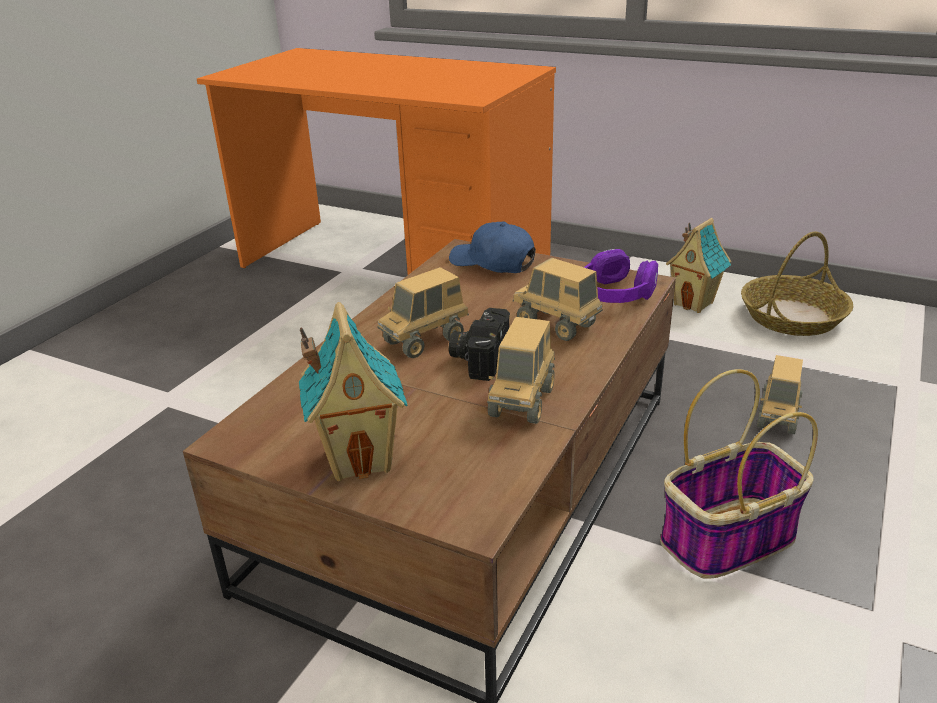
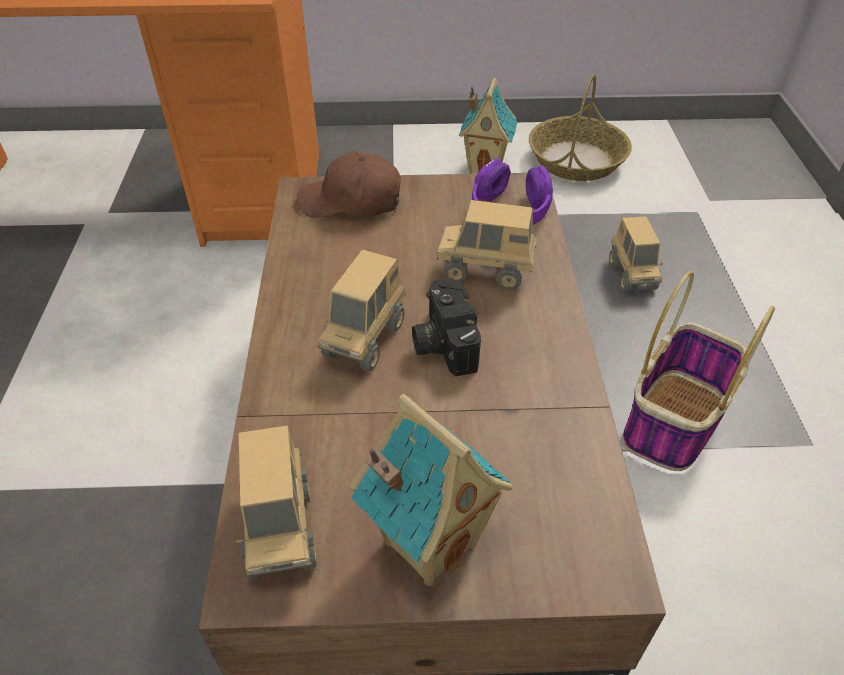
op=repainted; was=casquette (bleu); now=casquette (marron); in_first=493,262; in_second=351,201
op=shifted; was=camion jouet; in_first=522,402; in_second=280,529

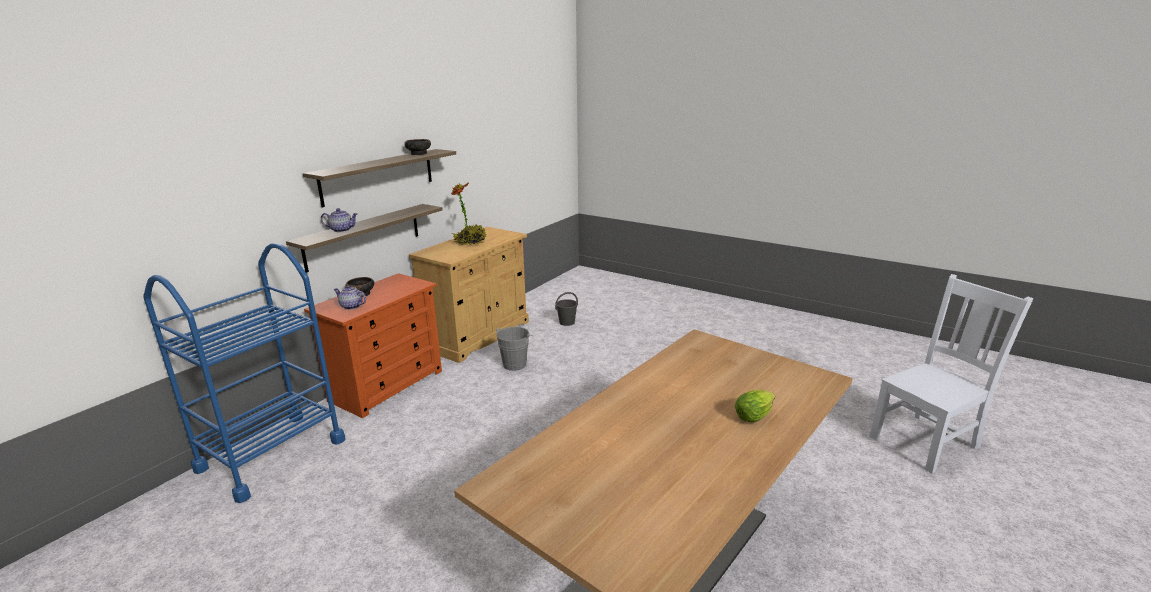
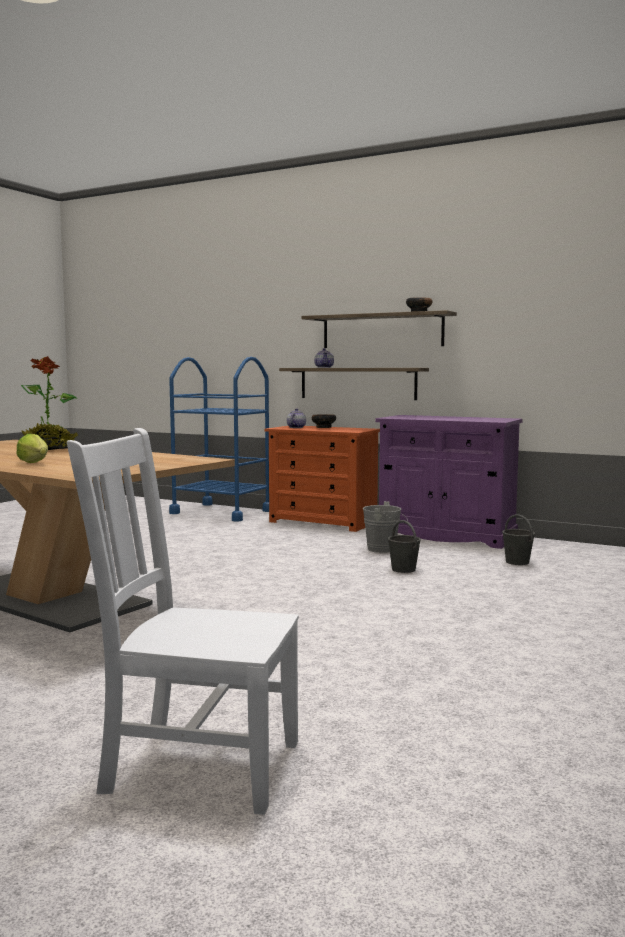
op=shifted; was=plante en pot; in_first=470,242; in_second=50,450
op=repainted; was=meuble de rangement (beige); now=meuble de rangement (violet); in_first=477,335; in_second=446,535
op=rotated; was=chaise (blanc); in_first=926,441; in_second=196,765; clockwise=135
op=new; now=seau (gris); in_second=404,569

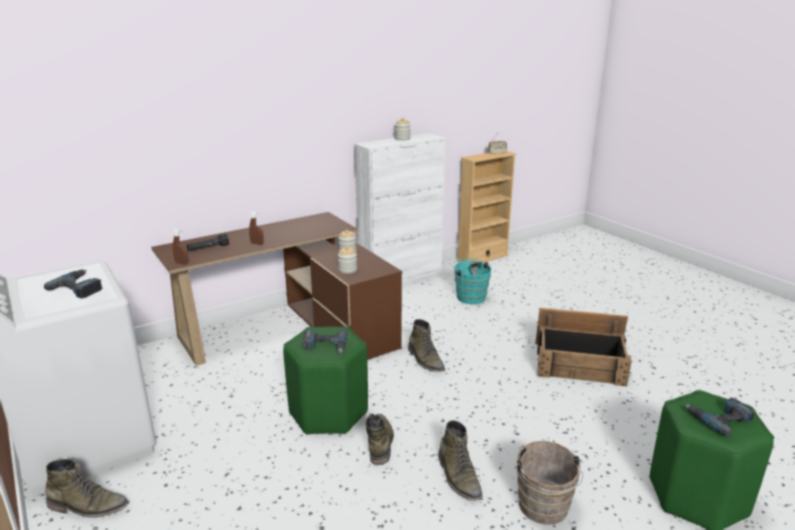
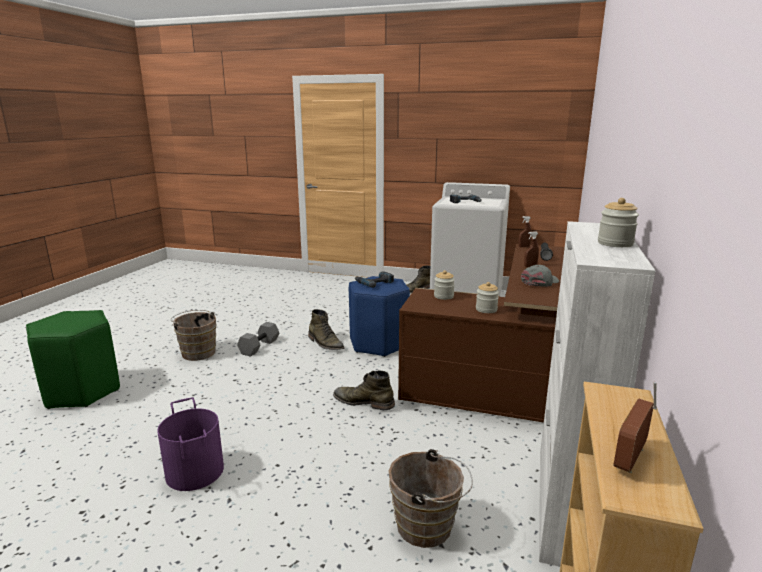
op=repainted; was=seau (turquoise); now=seau (marron); in_first=469,296; in_second=428,527
op=swapped; was=caisse; now=seau (violet); in_first=579,363; in_second=194,472
op=repainted; was=tabouret (vert); now=tabouret (bleu); in_first=327,413; in_second=379,343
op=gone; was=perceuse; in_first=719,418
op=swapped; was=botte (vert); now=haltère (gris); in_first=459,477; in_second=259,347
op=new; now=casquette (gris); in_second=540,282

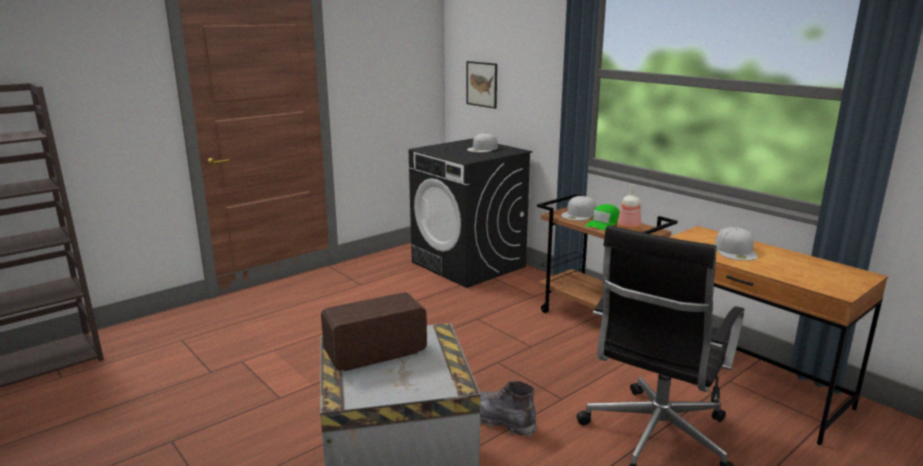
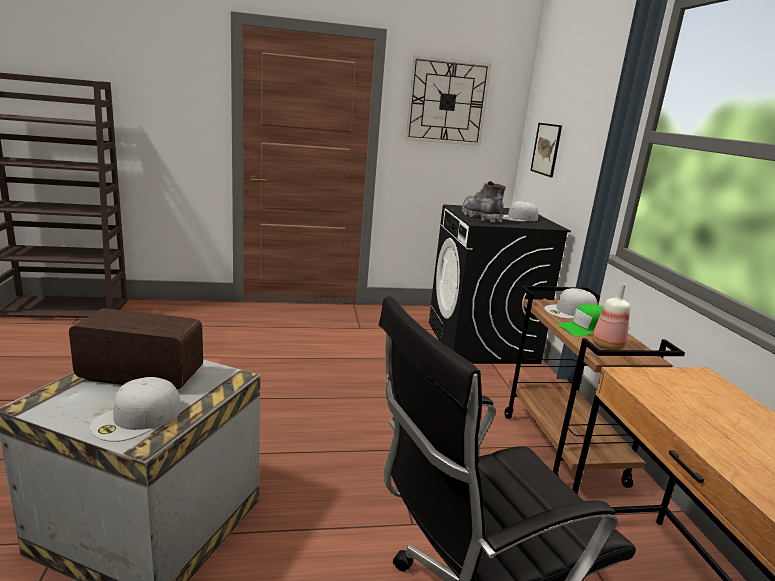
op=shifted; was=casquette (blanc); in_first=736,251; in_second=137,418
op=shifted; was=botte (gris); in_first=501,421; in_second=481,217
op=new; now=horloge murale; in_second=447,102

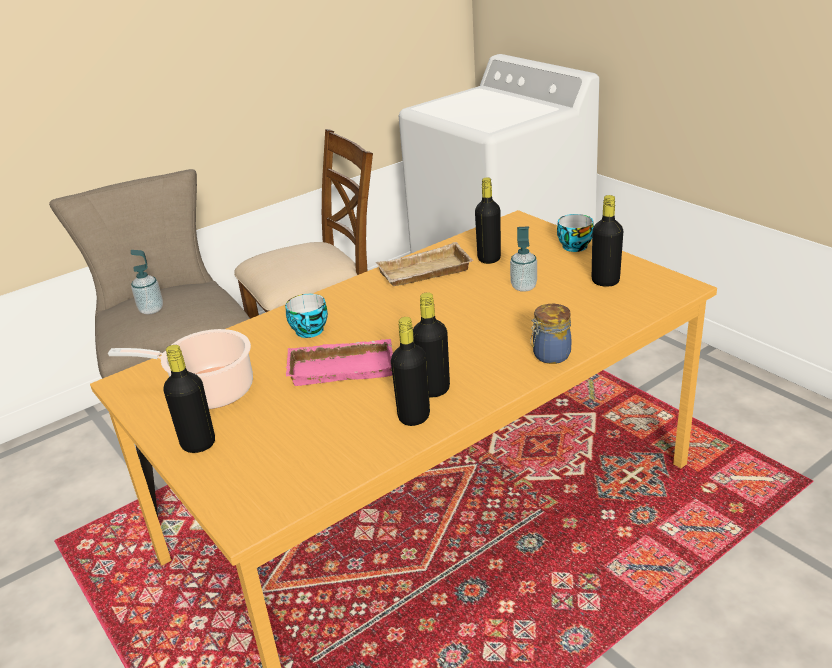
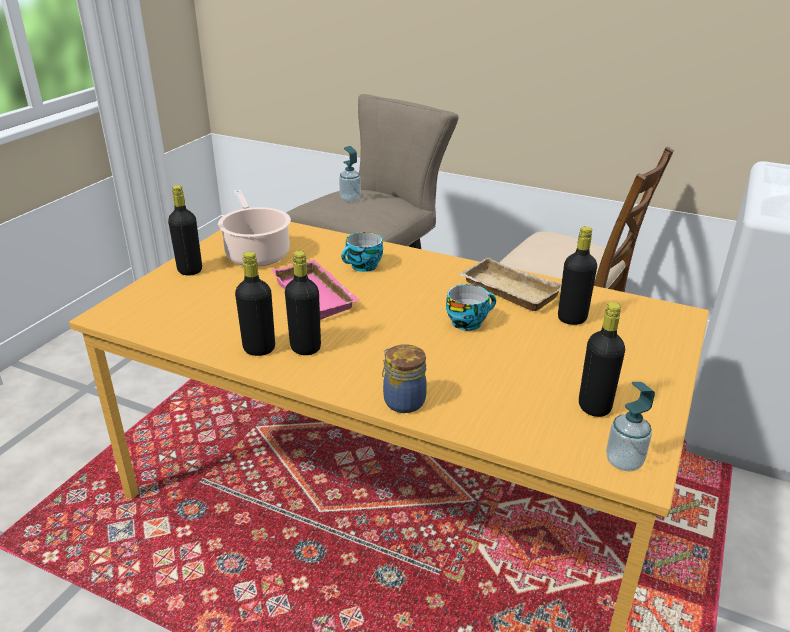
op=shifted; was=tasse; in_first=573,245; in_second=468,322
op=shifted; was=distributeur de savon; in_first=523,287; in_second=624,462

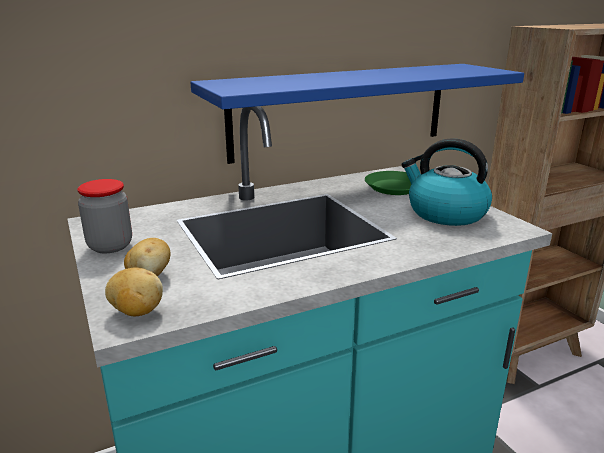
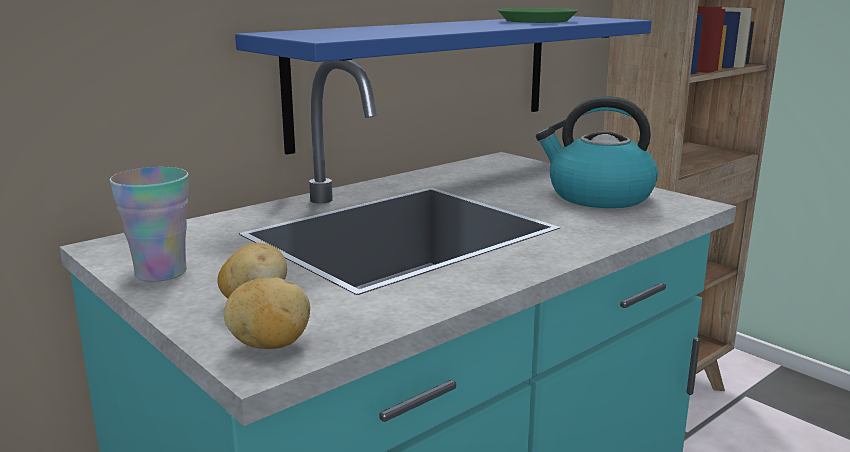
op=shifted; was=assiette (vert); in_first=394,187; in_second=536,21
op=swapped; was=bocal; now=tasse; in_first=110,246; in_second=161,273

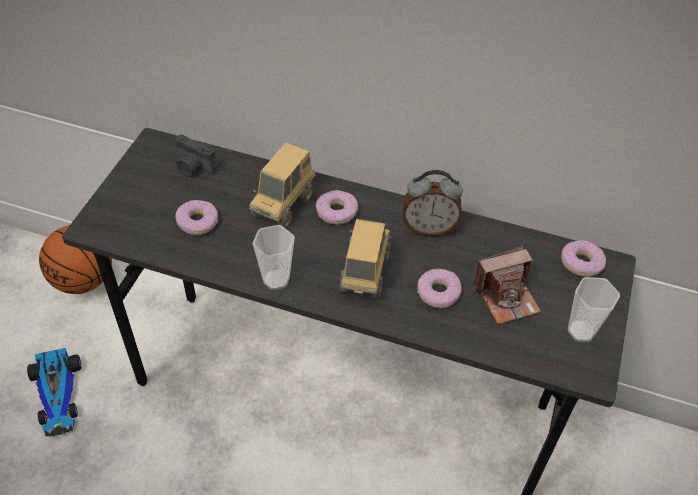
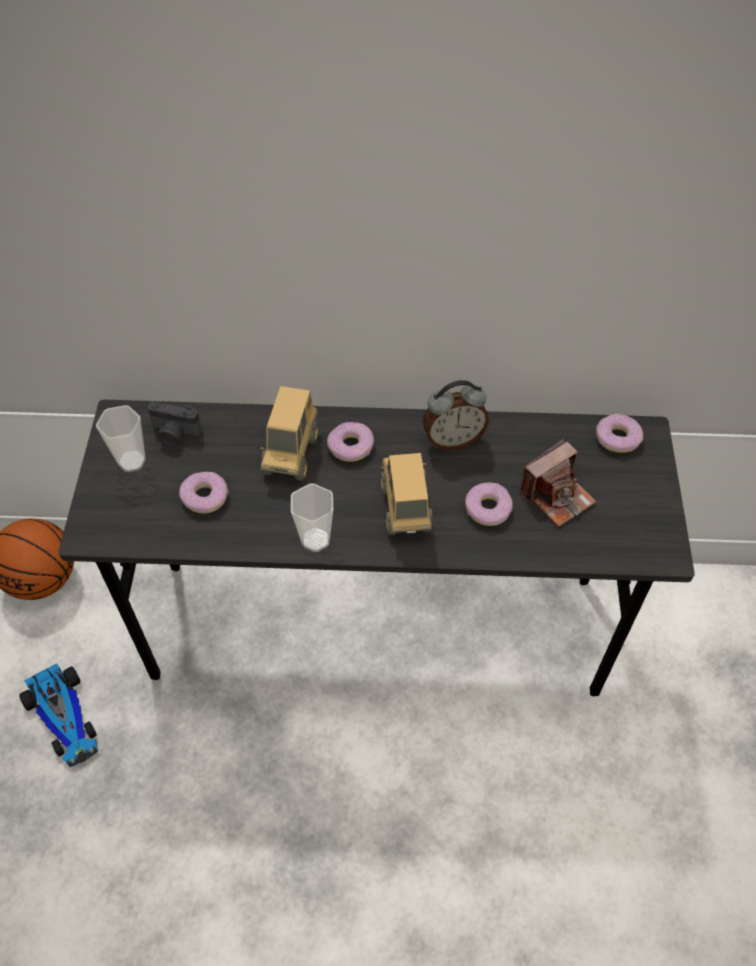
op=shifted; was=tasse; in_first=581,331; in_second=132,461

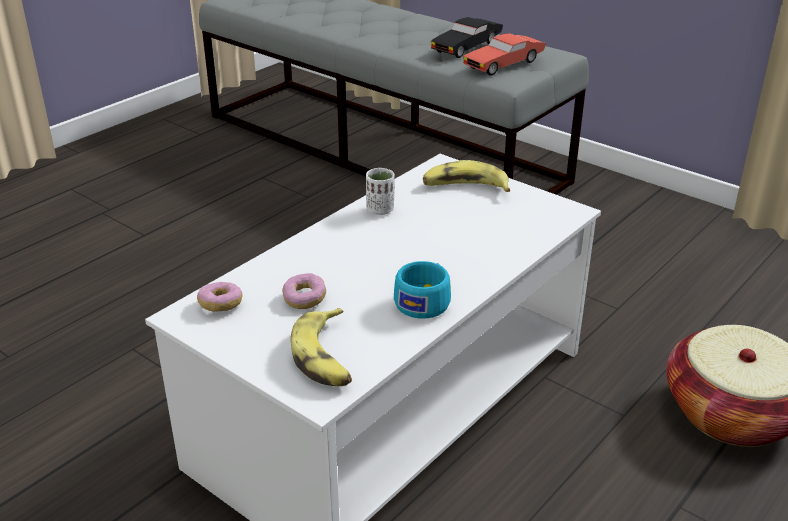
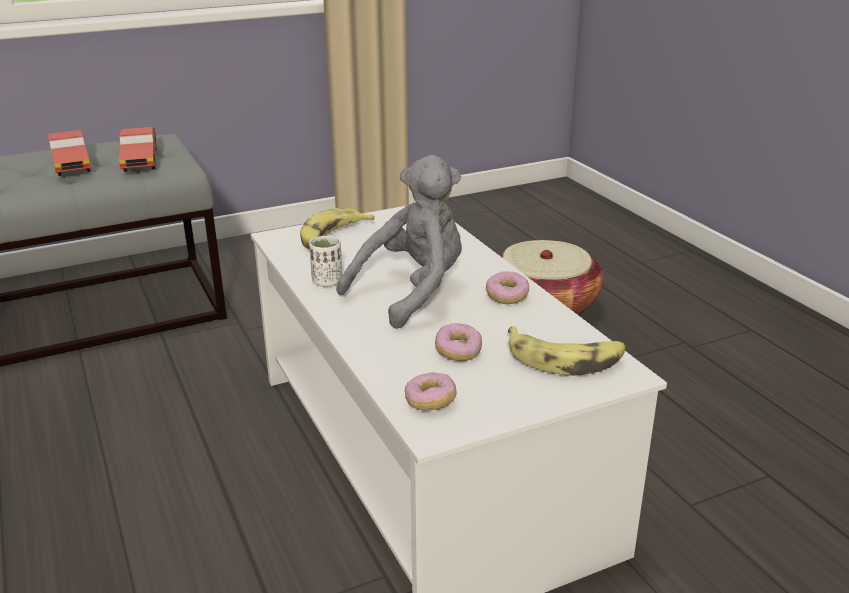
op=repainted; was=petite voiture (noir); now=petite voiture (rouge); in_first=466,47; in_second=71,163
op=swapped; was=tasse (turquoise); now=beignet; in_first=424,301; in_second=507,296
op=new; now=peluche (gris); in_second=412,292

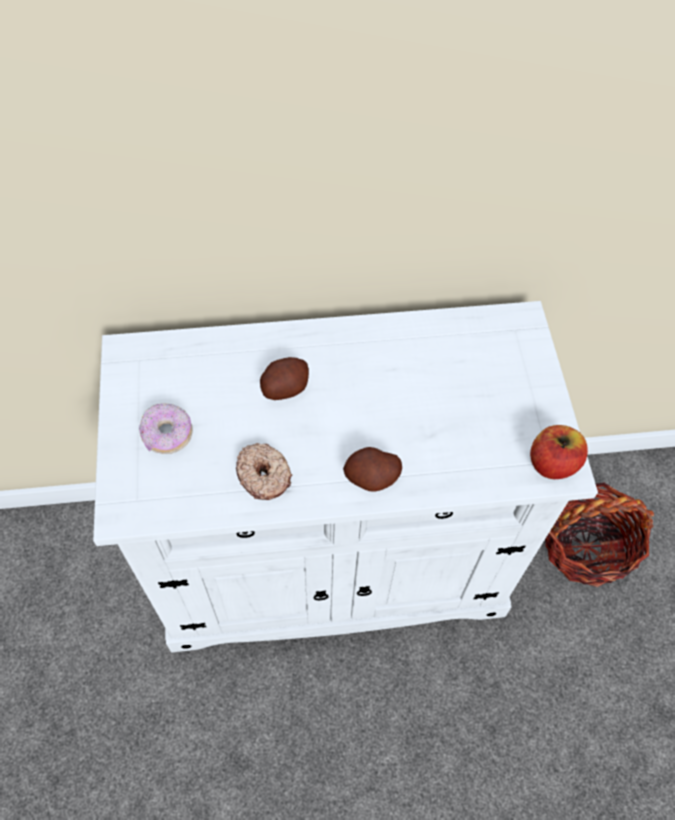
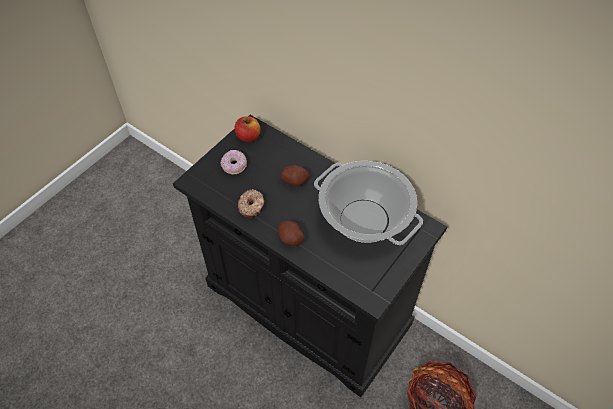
op=repainted; was=meuble de rangement (blanc); now=meuble de rangement (noir); in_first=332,560; in_second=307,305
op=shifted; was=pomme; in_first=552,463; in_second=248,136
op=new; now=marmite; in_second=365,220

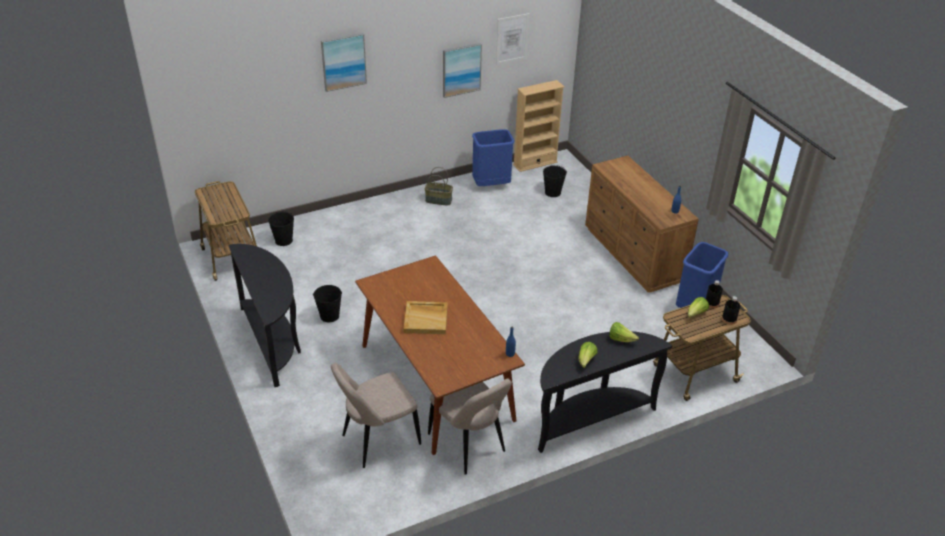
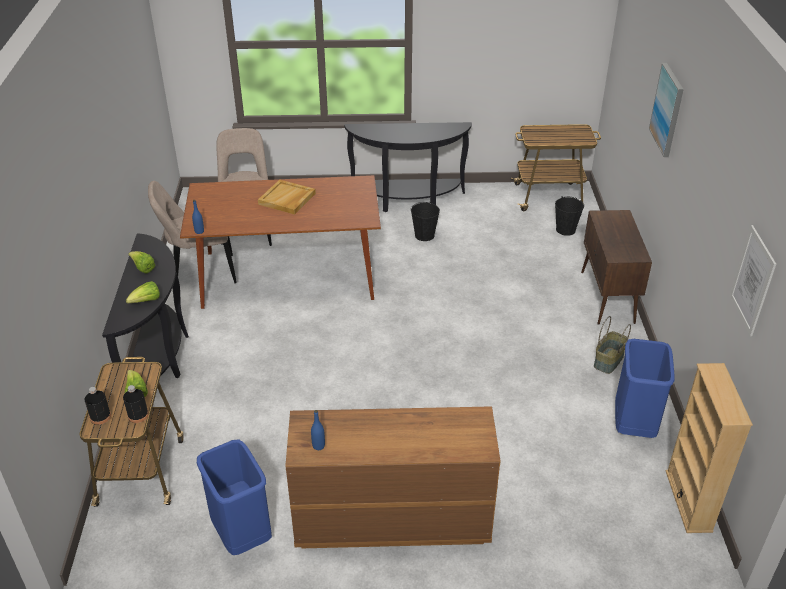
op=gone; was=tableau; in_first=461,69
op=gone; was=seau (noir); in_first=552,192
op=new; now=meuble de rangement (marron); in_second=607,298

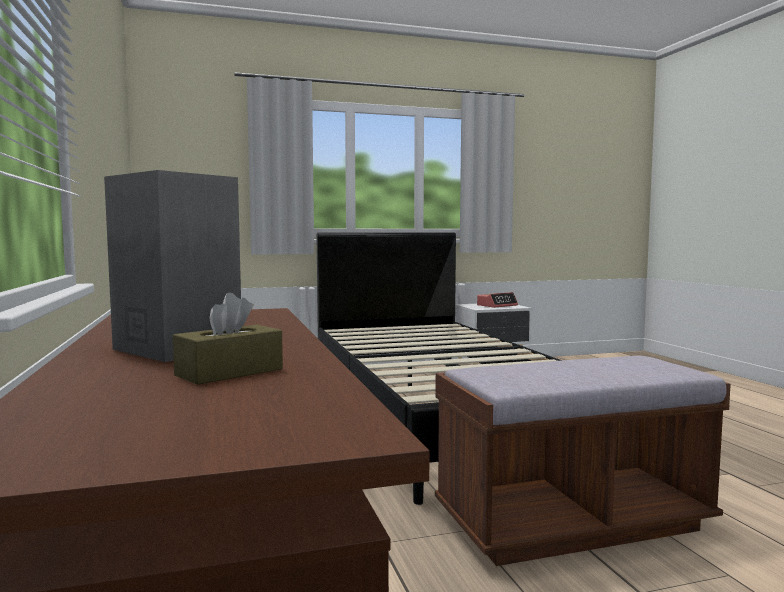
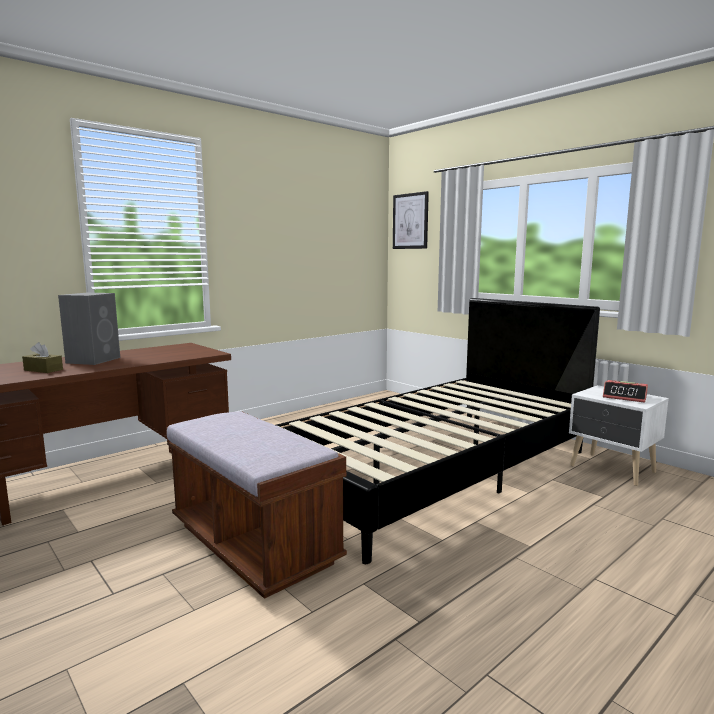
op=new; now=tableau; in_second=410,221

